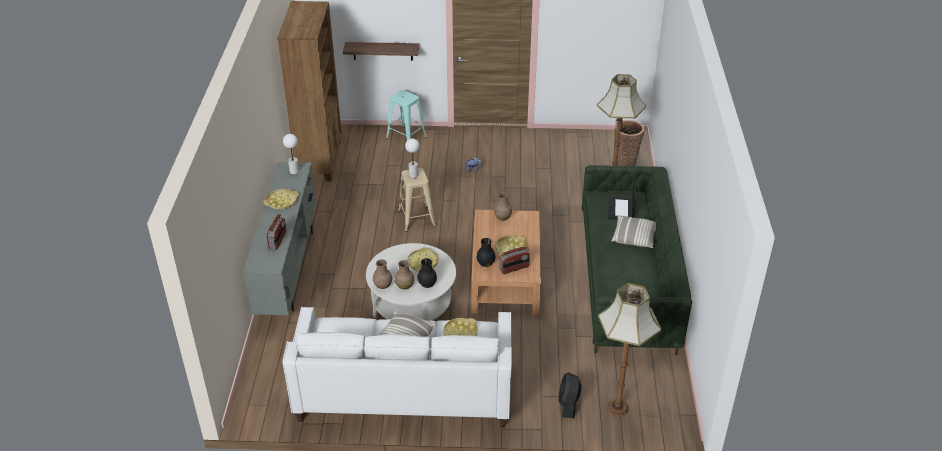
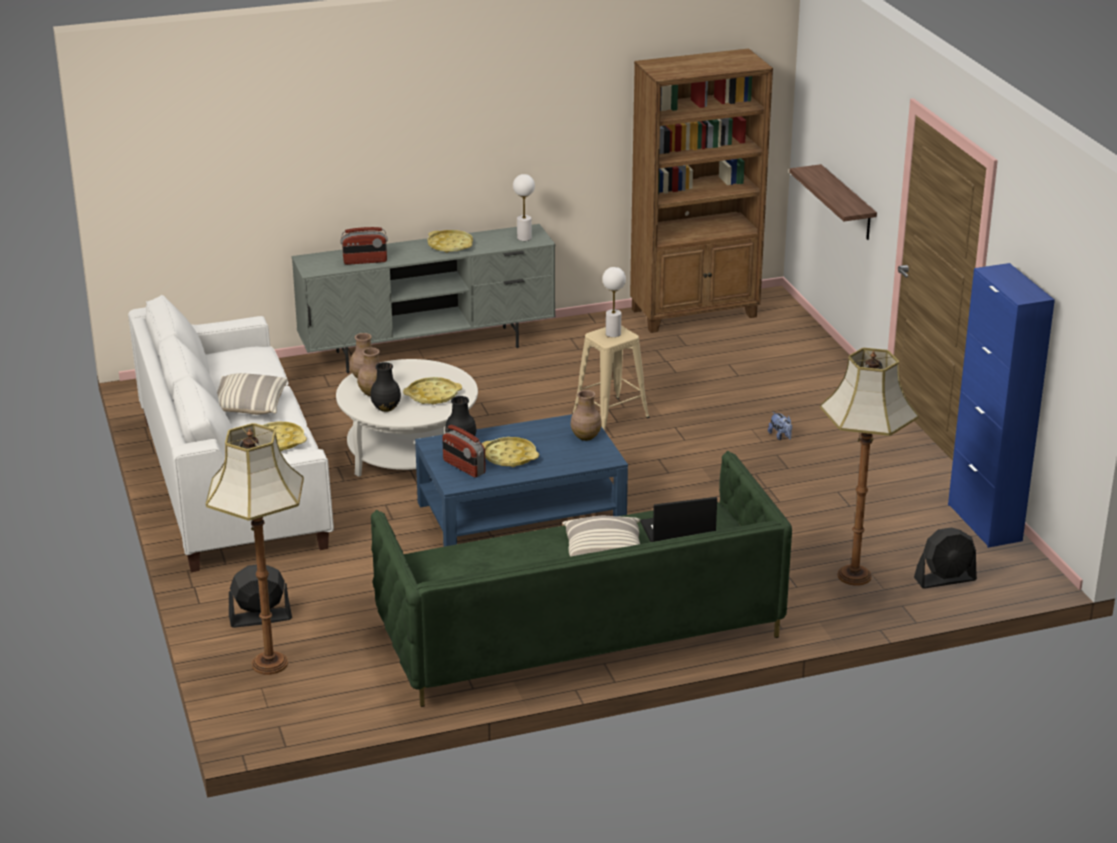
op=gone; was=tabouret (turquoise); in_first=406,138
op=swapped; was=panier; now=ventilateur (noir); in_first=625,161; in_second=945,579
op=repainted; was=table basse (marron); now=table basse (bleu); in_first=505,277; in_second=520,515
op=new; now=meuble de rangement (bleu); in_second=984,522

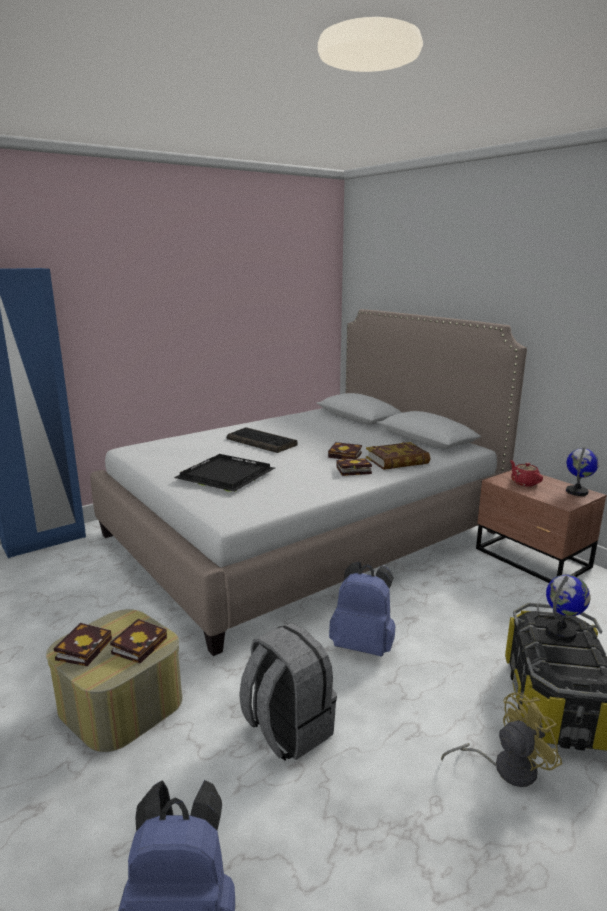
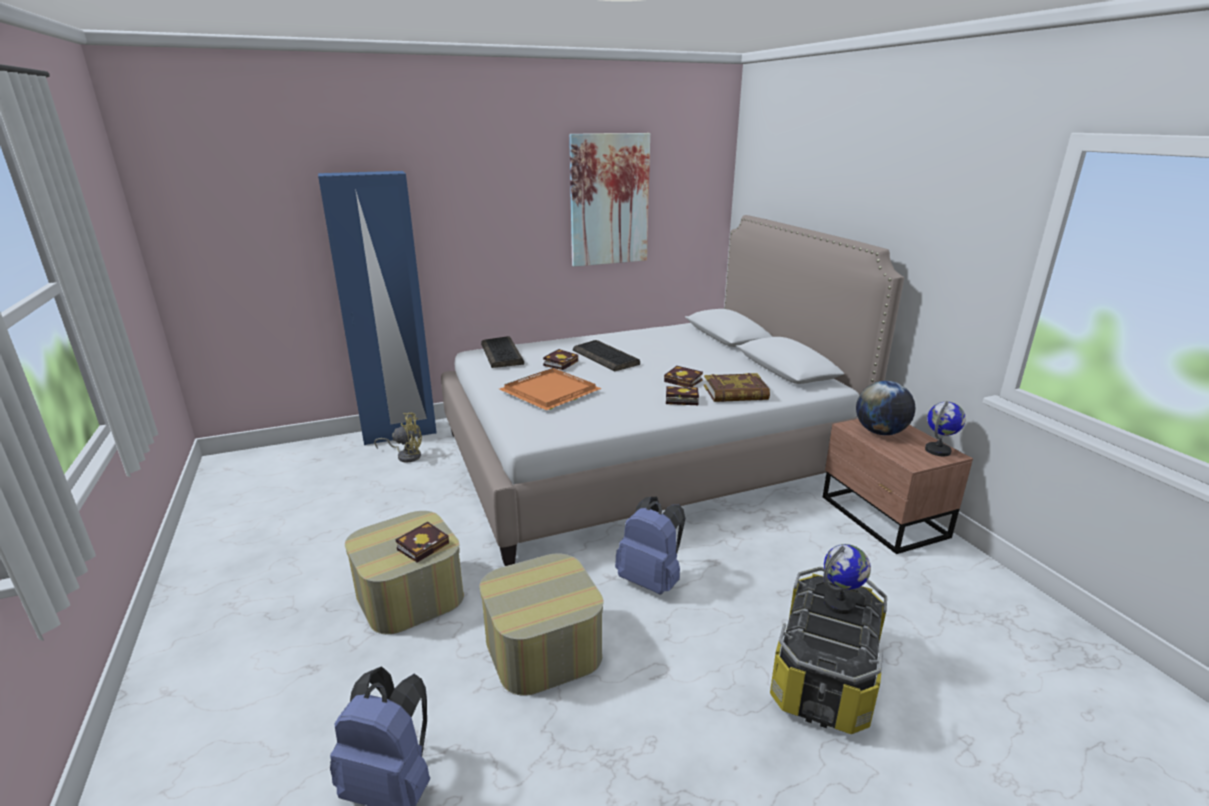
op=repainted; was=plateau (noir); now=plateau (orange); in_first=226,476; in_second=550,392
op=swapped; was=théière (rouge); now=globe; in_first=524,483; in_second=880,432
op=shifted; was=livre; in_first=84,647; in_second=561,363
op=swapped; was=sac à dos (gris); now=pouf; in_first=287,729; in_second=542,646
op=shifted; was=ventilateur (jaune); in_first=505,767; in_second=406,455
op=new; now=tableau; in_second=609,200
op=new; now=clavier; in_second=502,354

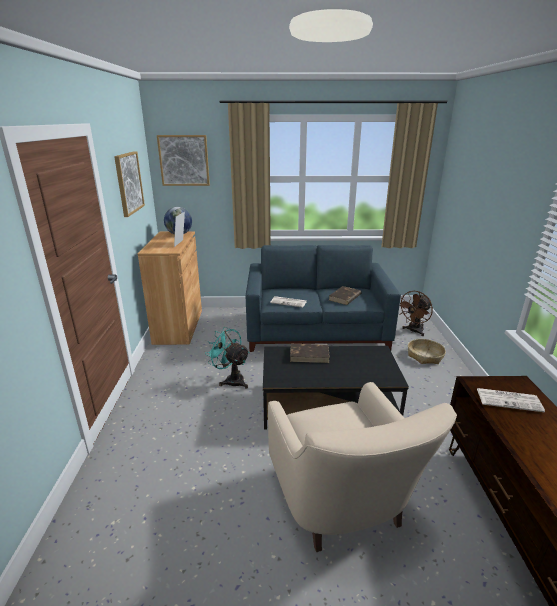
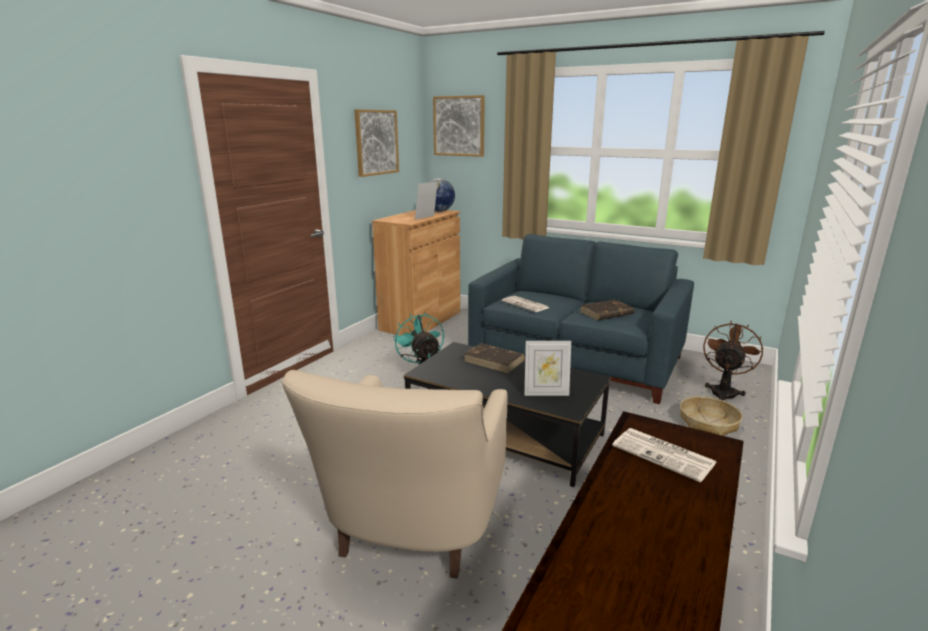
op=rotated; was=ventilateur (marron); in_first=413,331; in_second=724,392; clockwise=135
op=new; now=cadre photo; in_second=546,393

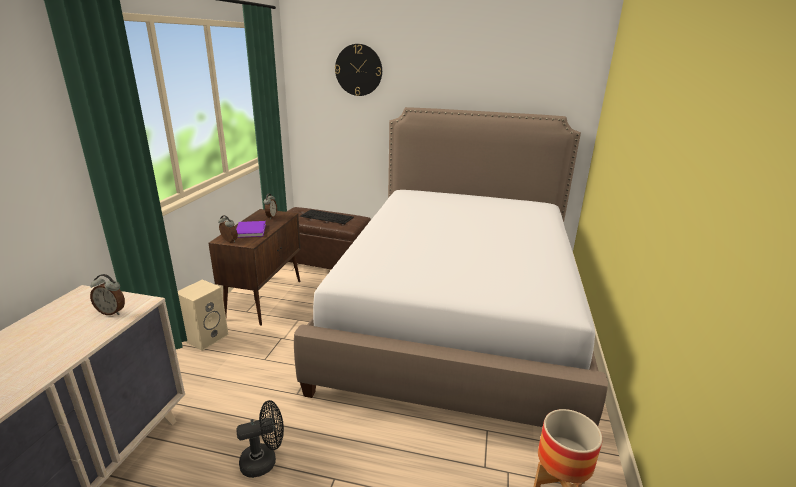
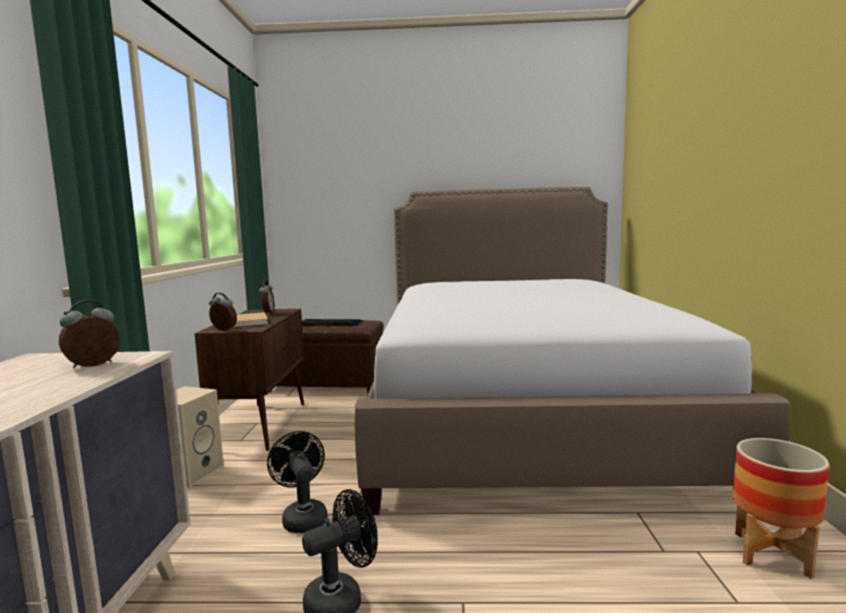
op=gone; was=horloge murale; in_first=358,70
op=repainted; was=livre (violet); now=livre (beige); in_first=251,230; in_second=248,321
op=rotated; was=réveil; in_first=112,312; in_second=93,365; clockwise=135
op=new; now=ventilateur (noir); in_second=302,517

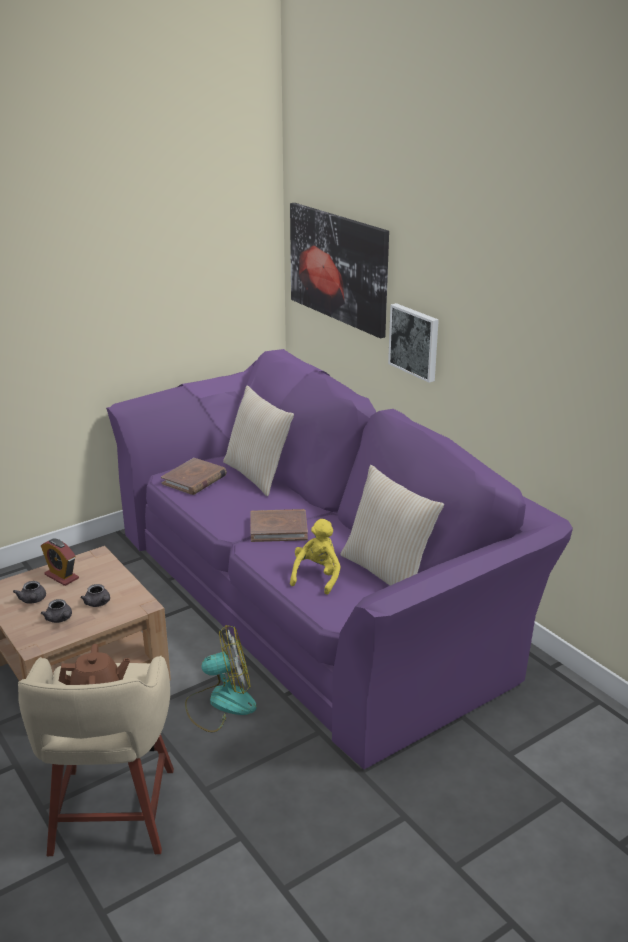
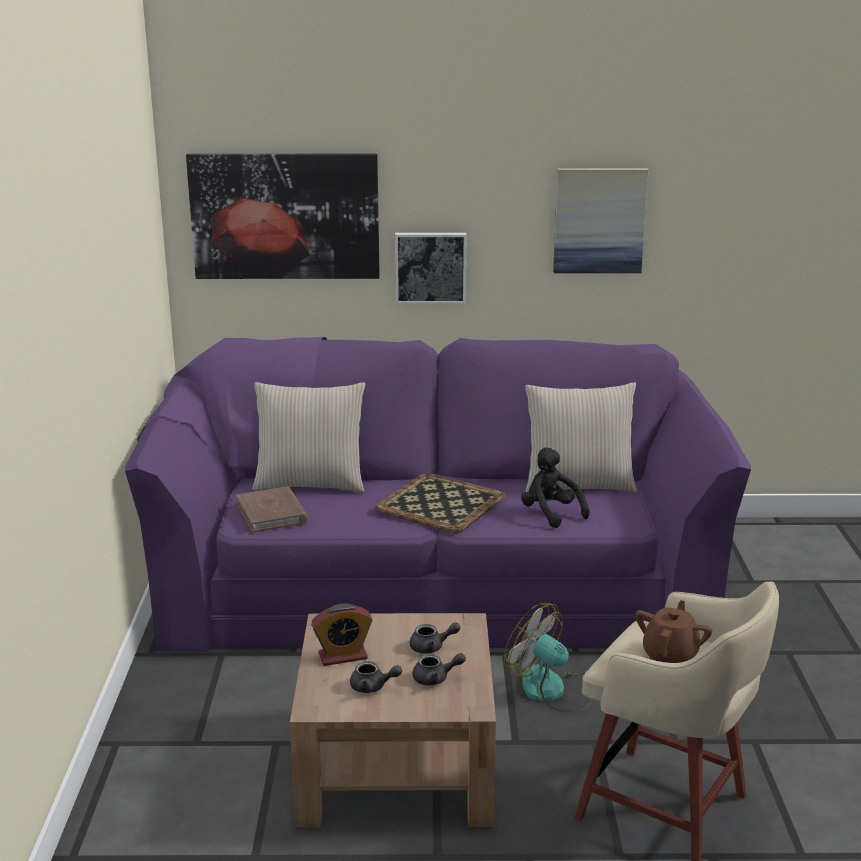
op=swapped; was=livre (marron); now=plateau; in_first=278,528; in_second=442,503
op=repainted; was=peluche (jaune); now=peluche (noir); in_first=317,576; in_second=550,513
op=rotated; was=ventilateur; in_first=221,703; in_second=553,690; clockwise=-75
op=new; now=tableau; in_second=599,220

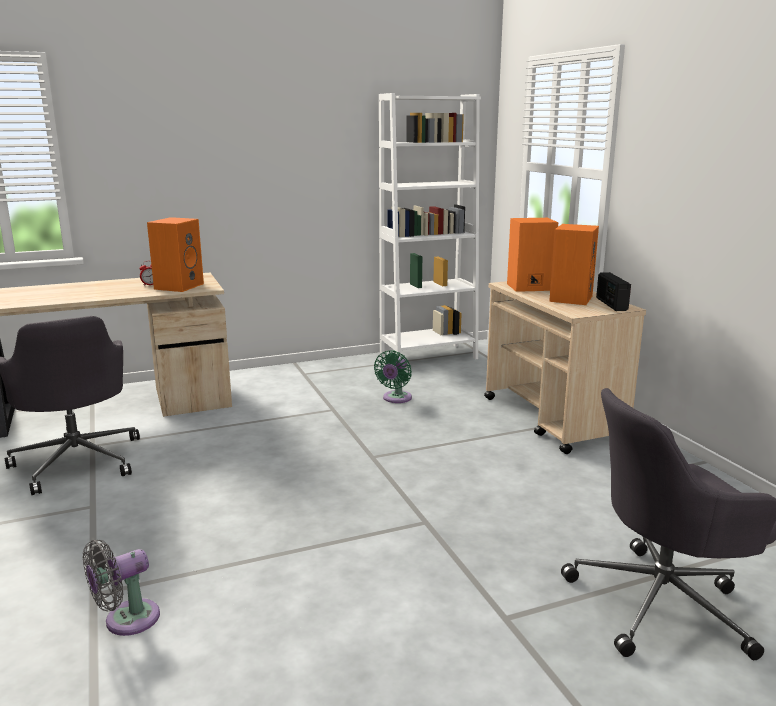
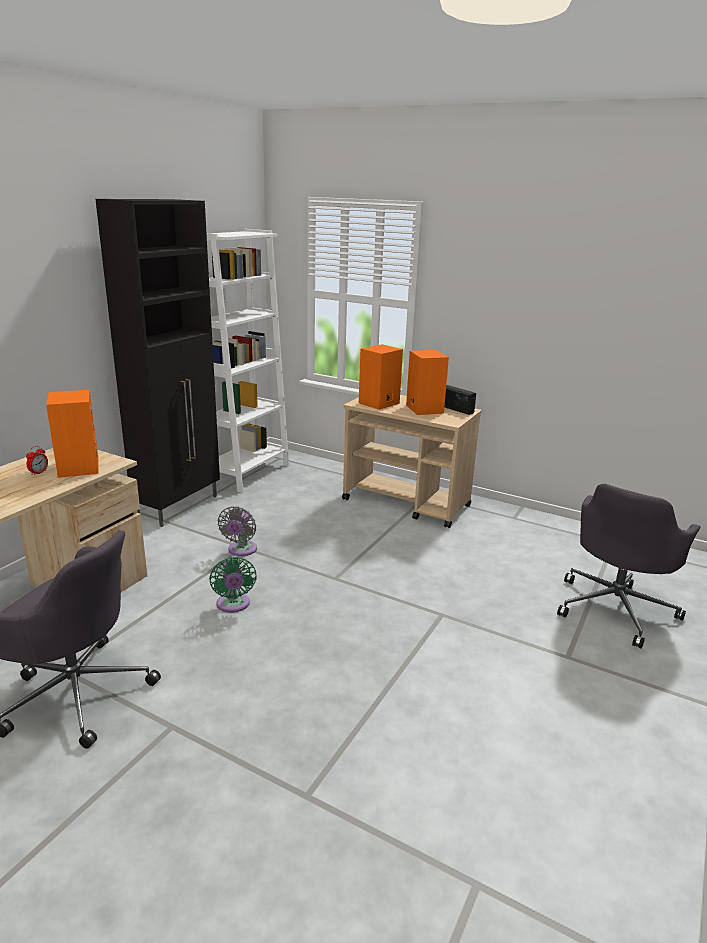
op=shifted; was=ventilateur (vert); in_first=396,399; in_second=233,605
op=shifted; was=ventilateur (gris); in_first=126,620; in_second=241,550
op=new; now=meuble de rangement (noir); in_second=179,506

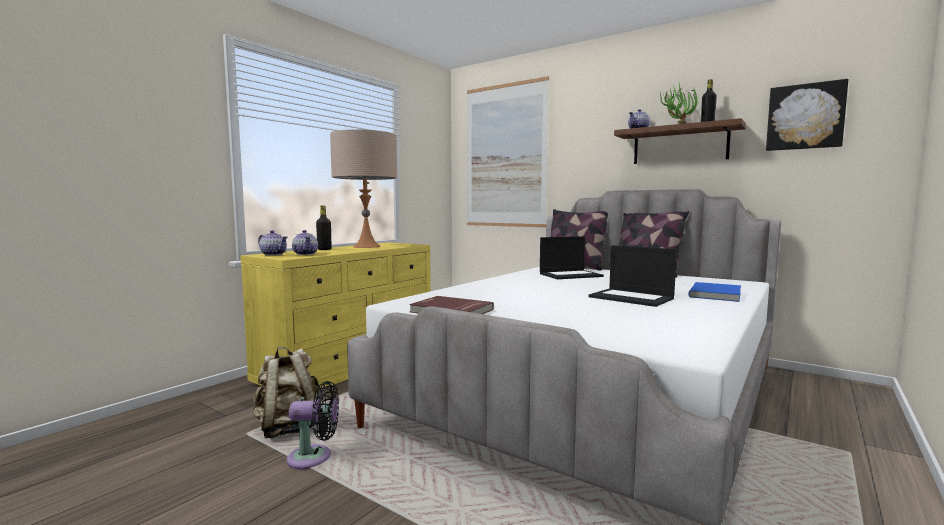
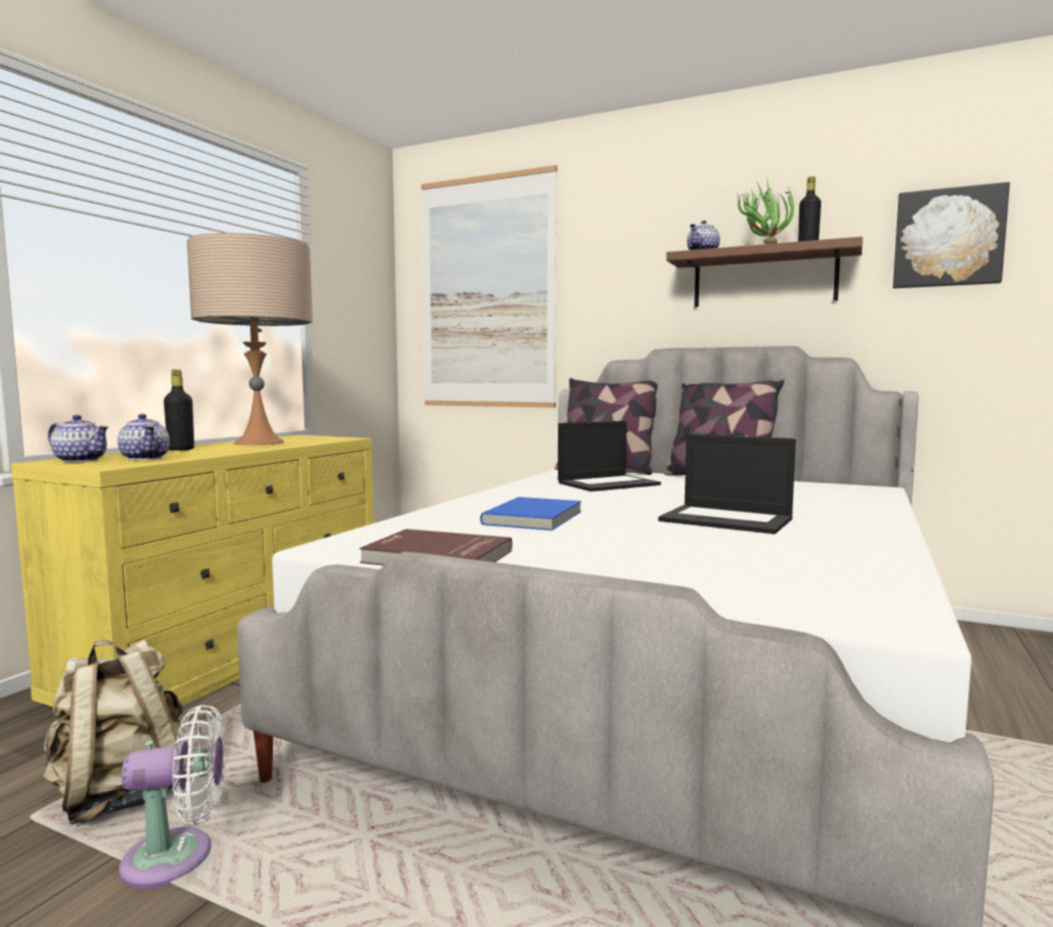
op=shifted; was=livre (bleu); in_first=716,294; in_second=535,518
op=repainted; was=ventilateur (noir); now=ventilateur (blanc); in_first=314,457; in_second=178,857

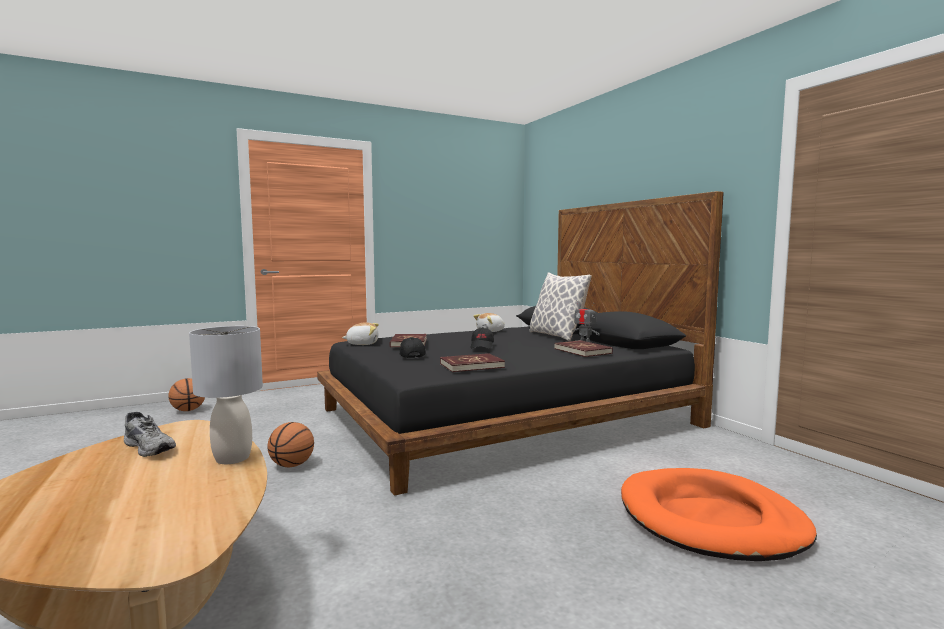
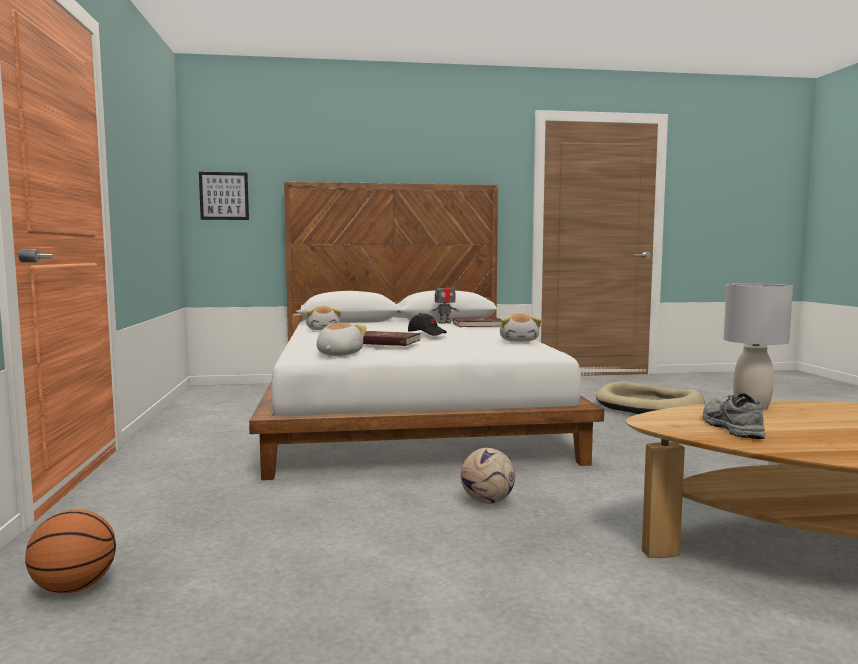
op=repainted; was=lit (noir); now=lit (blanc); in_first=504,417; in_second=409,415
op=gone; was=coussin; in_first=556,336
op=gone; was=casquette (noir); in_first=411,356
op=swapped; was=livre (rouge); now=peluche; in_first=471,365; in_second=519,340
op=rotated; was=chaussure (gris); in_first=151,447; in_second=729,427; clockwise=-60
op=swapped; was=ballon de basket; now=ballon de foot; in_first=292,465; in_second=487,501
op=repainted; was=panier pour chien (orange); now=panier pour chien (beige); in_first=711,520; in_second=649,405
op=new; now=tableau; in_second=224,196

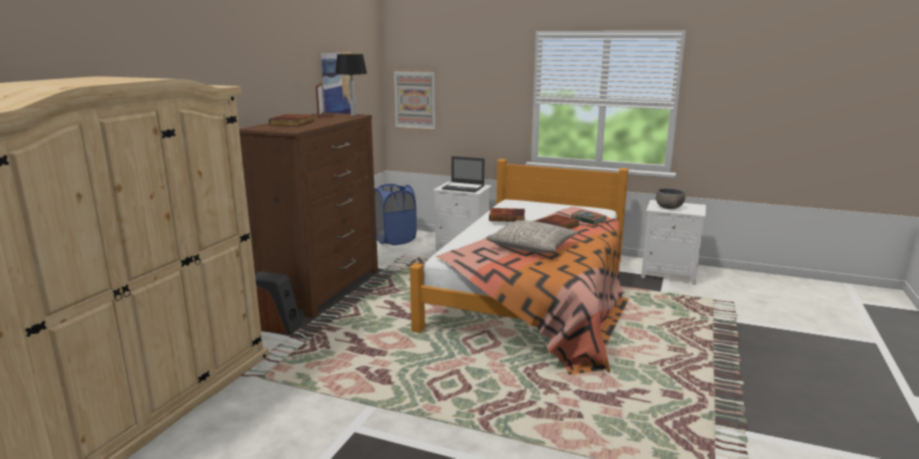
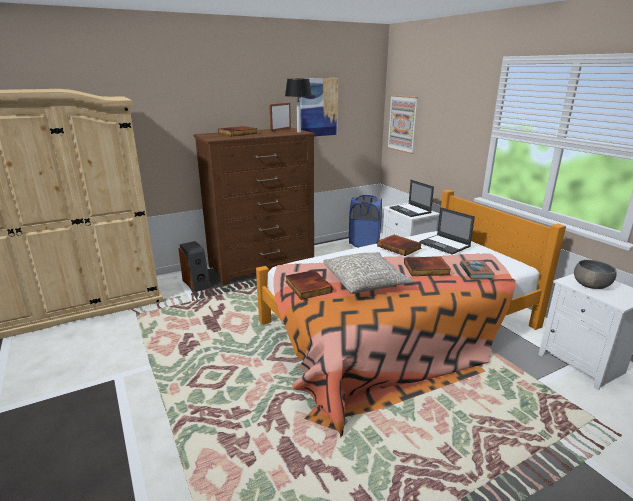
op=new; now=ordinateur portable; in_second=445,245
op=new; now=livre; in_second=307,287

